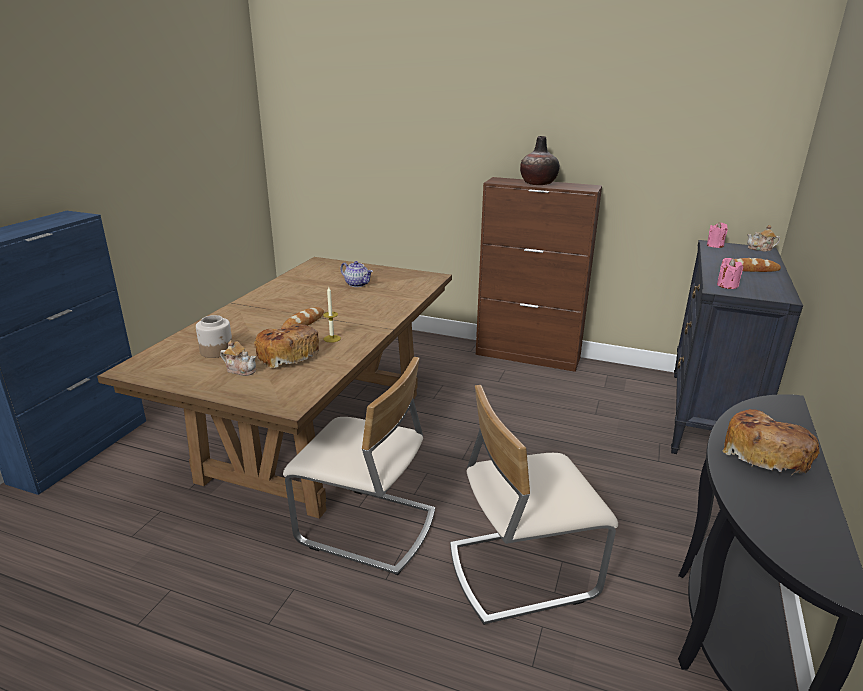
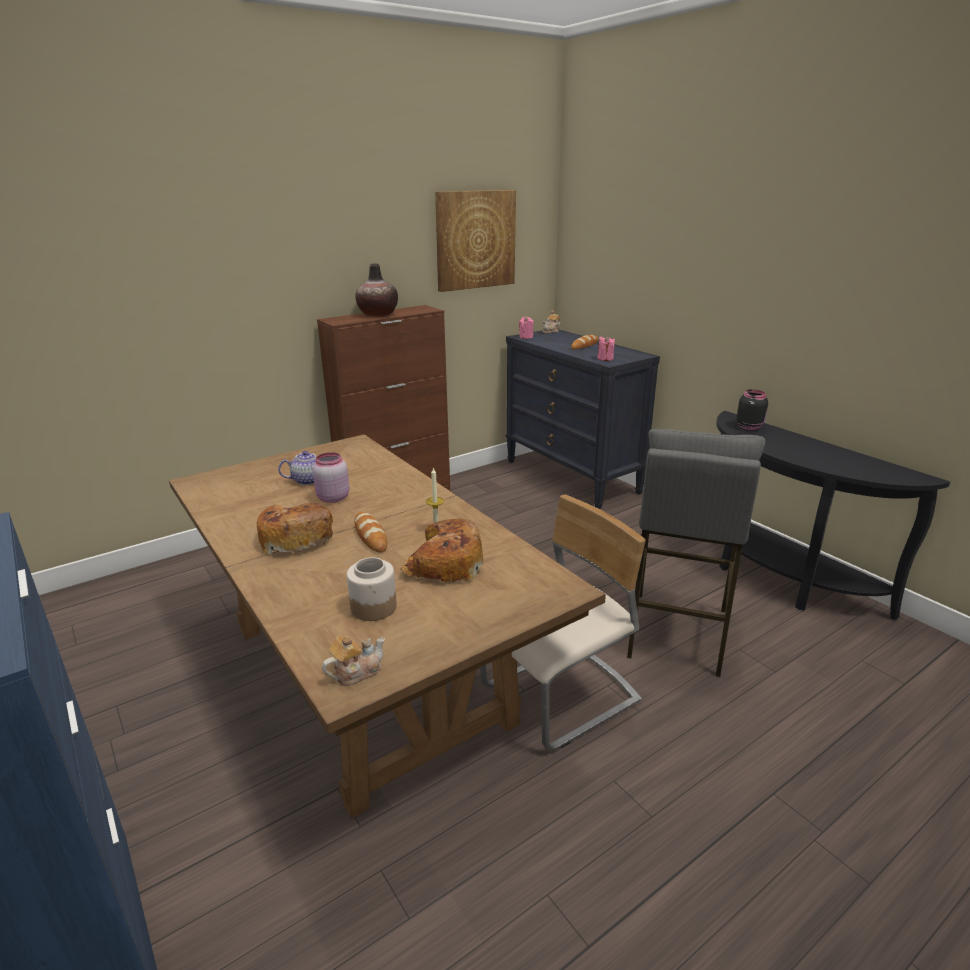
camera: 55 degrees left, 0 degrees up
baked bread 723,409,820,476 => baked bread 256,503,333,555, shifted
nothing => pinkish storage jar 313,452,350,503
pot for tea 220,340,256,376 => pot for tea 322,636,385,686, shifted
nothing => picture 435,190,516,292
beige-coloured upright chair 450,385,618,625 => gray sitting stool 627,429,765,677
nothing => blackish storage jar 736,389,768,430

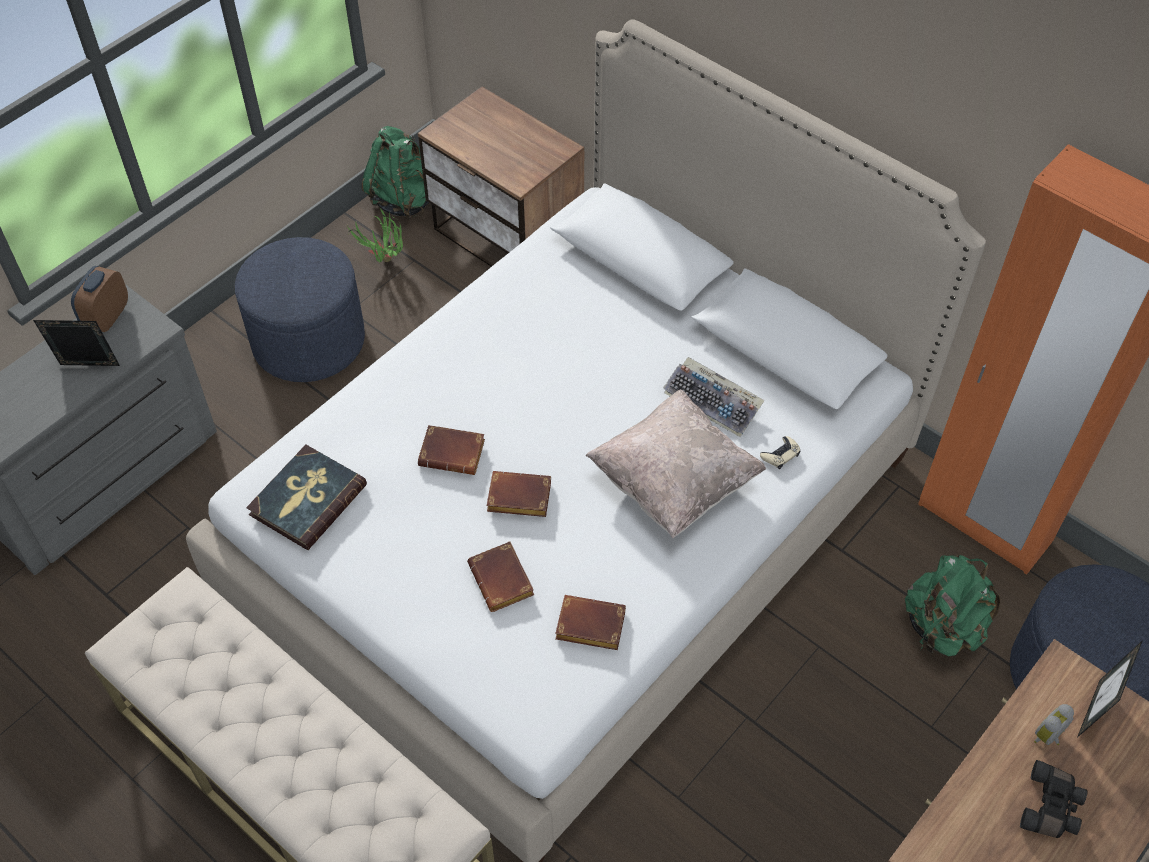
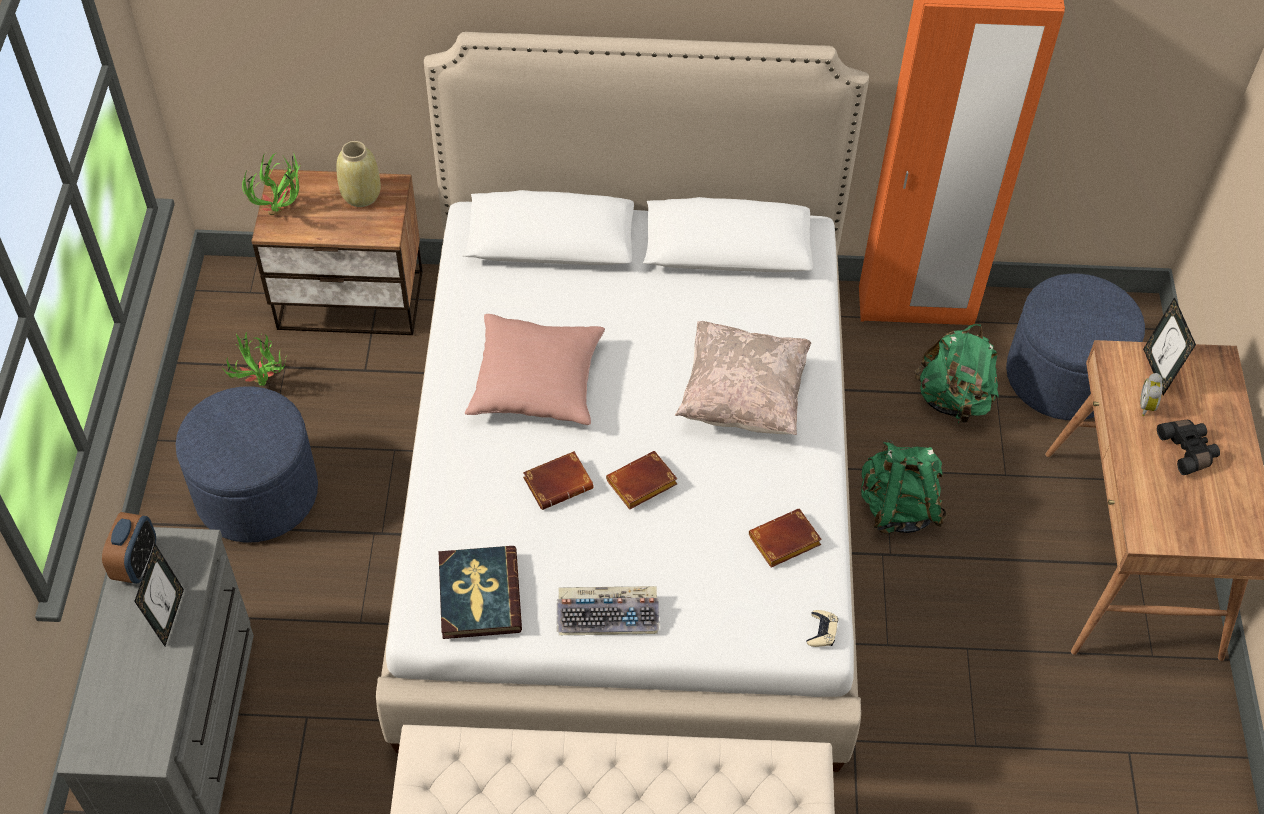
camera: 40 degrees left, 0 degrees up
bedside clock 71,266,128,332 => bedside clock 102,512,156,584, 150 degrees counterclockwise
standing frame 33,320,120,366 => standing frame 134,543,184,646, 135 degrees clockwise
nothing => plant in a pot 242,152,301,215
nothing => beige-coloured flower vase 337,141,381,207
nothing => pinkish cushion 465,314,605,425
computer keyboard 663,357,765,437 => computer keyboard 557,586,659,635, shifted
beige-coloured gamepad 760,436,800,469 => beige-coloured gamepad 807,610,838,647, shifted
green rucksack 362,126,429,219 => green rucksack 861,440,947,534, shifted
brown book 467,542,534,612 => nothing

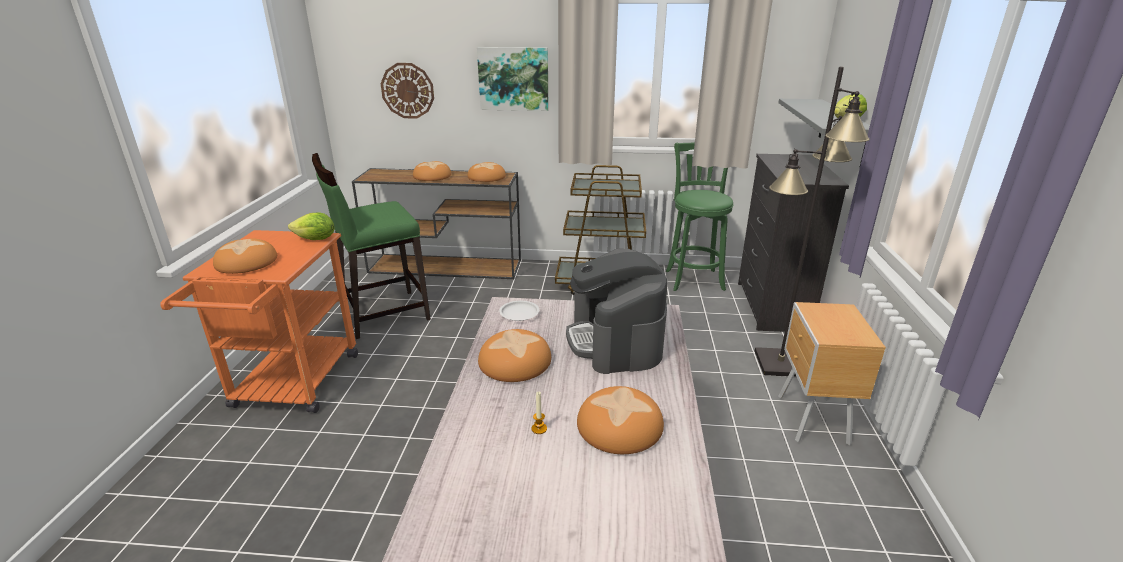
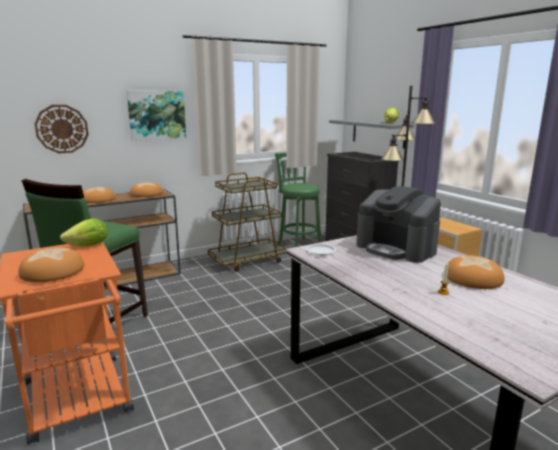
camera: 35 degrees left, 10 degrees down
baked bread 478,329,551,382 => nothing

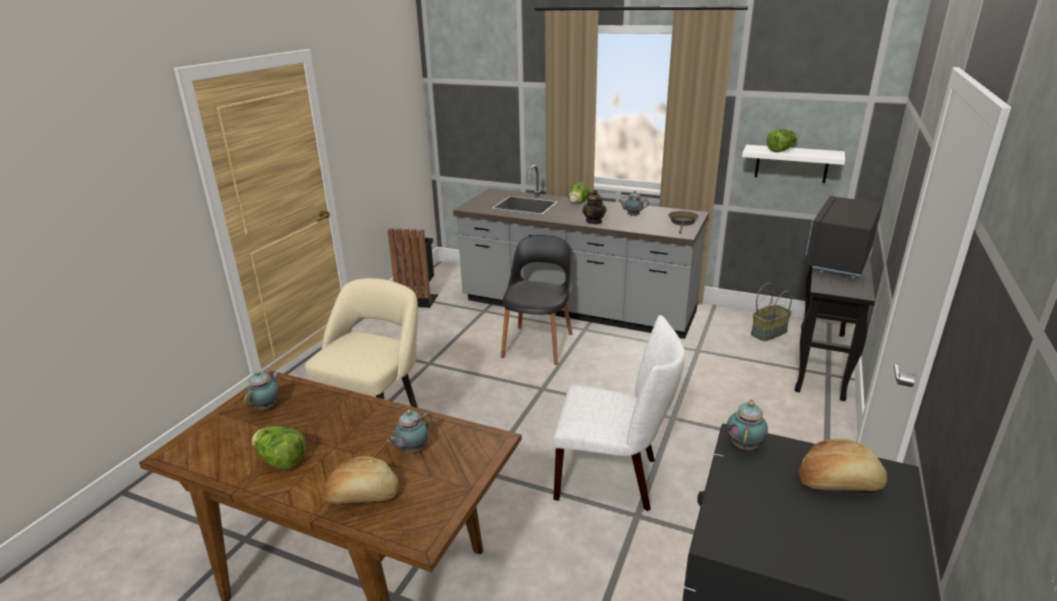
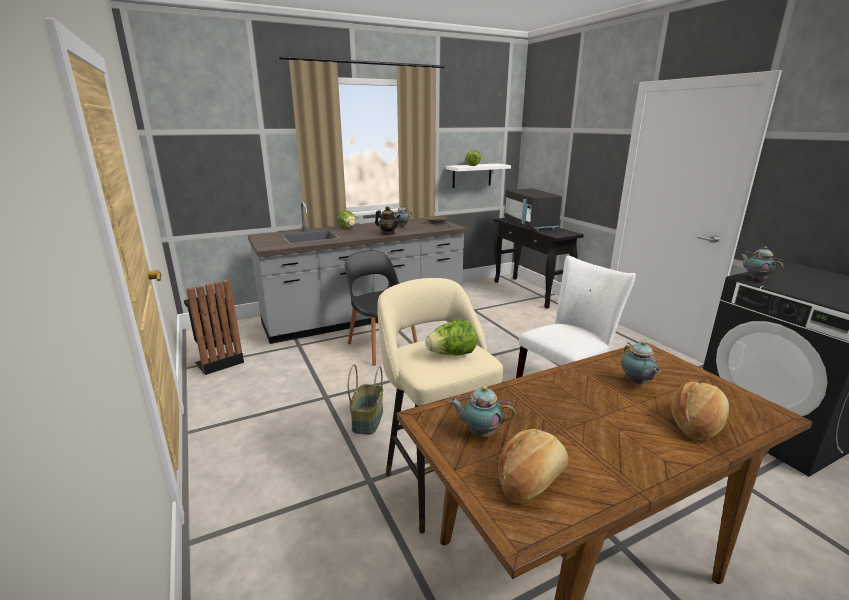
camera: 50 degrees left, 5 degrees down
basket 751,283,792,341 => basket 348,365,383,435, shifted
lettuce 252,426,306,471 => lettuce 425,319,477,355, shifted
pot for tea 244,370,279,410 => pot for tea 449,386,516,437, 45 degrees counterclockwise
baked bread 798,439,887,491 => baked bread 498,429,568,503, shifted

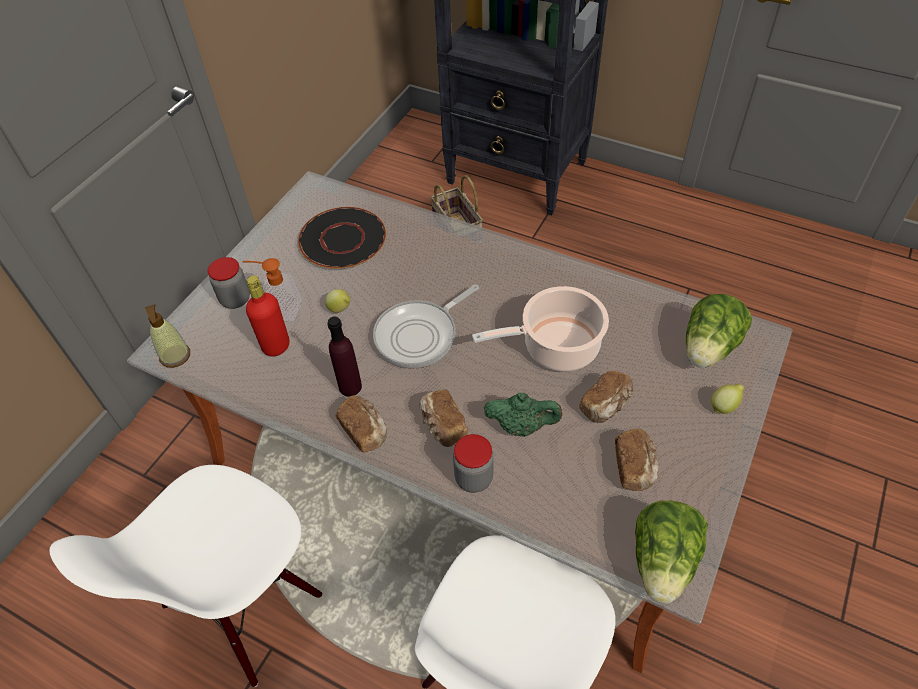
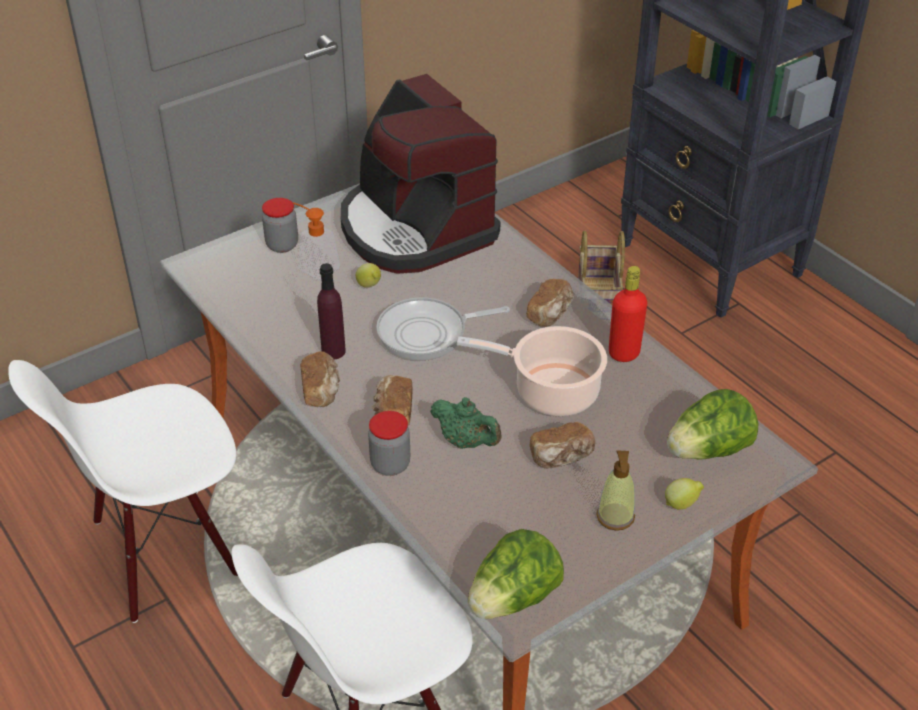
camera: 25 degrees right, 10 degrees down
blackish dinner plate 298,207,386,269 => coffee maker 341,74,501,274
baked bread 615,428,659,491 => baked bread 526,279,573,327, shifted
soap bottle 145,304,190,368 => soap bottle 596,450,635,531, shifted
reddish beverage bottle 246,275,289,356 => reddish beverage bottle 609,266,647,362, shifted

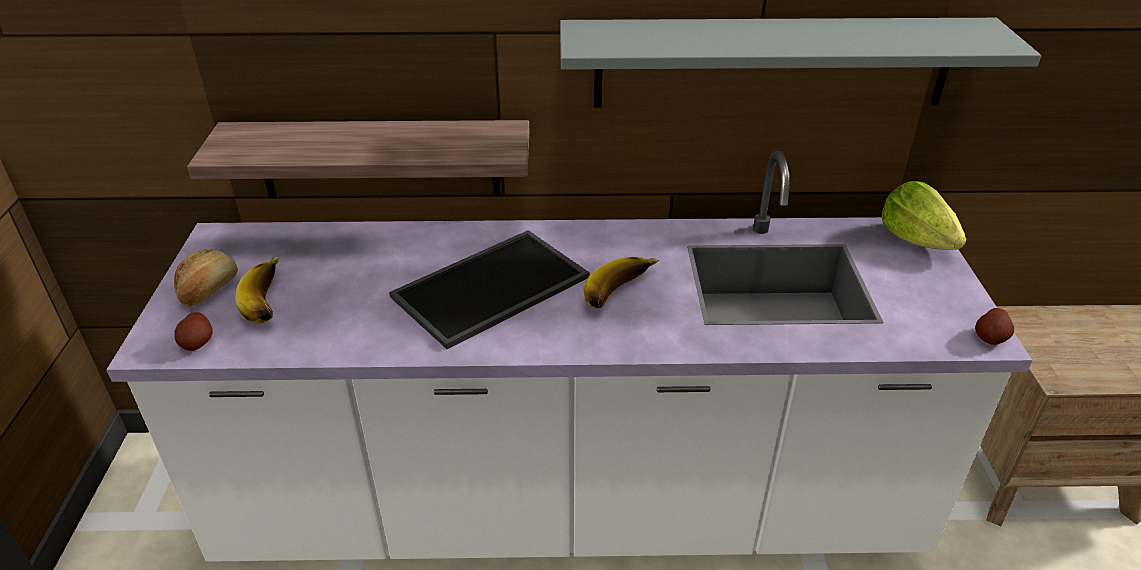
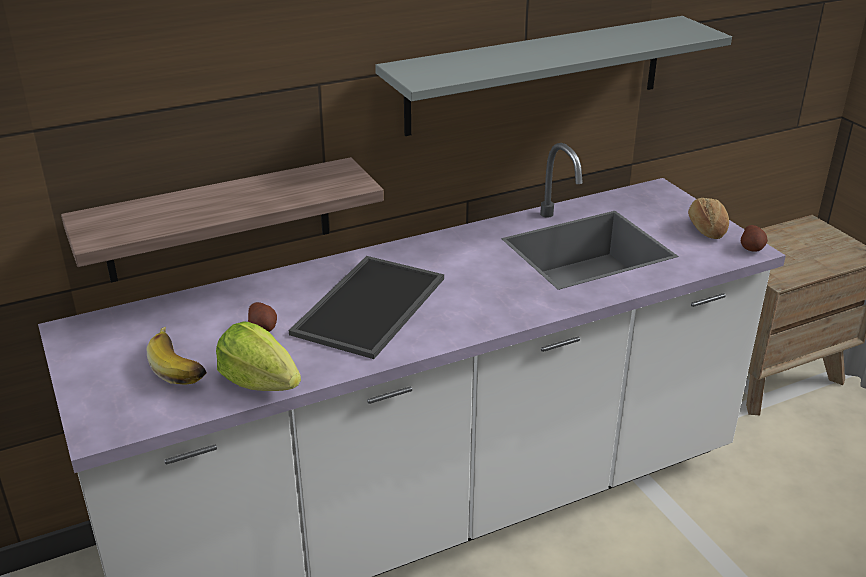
camera: 25 degrees left, 5 degrees down
lettuce 882,181,967,250 => lettuce 216,321,301,391, shifted
whole potato 174,312,213,351 => whole potato 248,302,277,332, shifted
baked bread 174,249,238,307 => baked bread 688,198,729,239, shifted
whole banana 583,257,659,308 => nothing

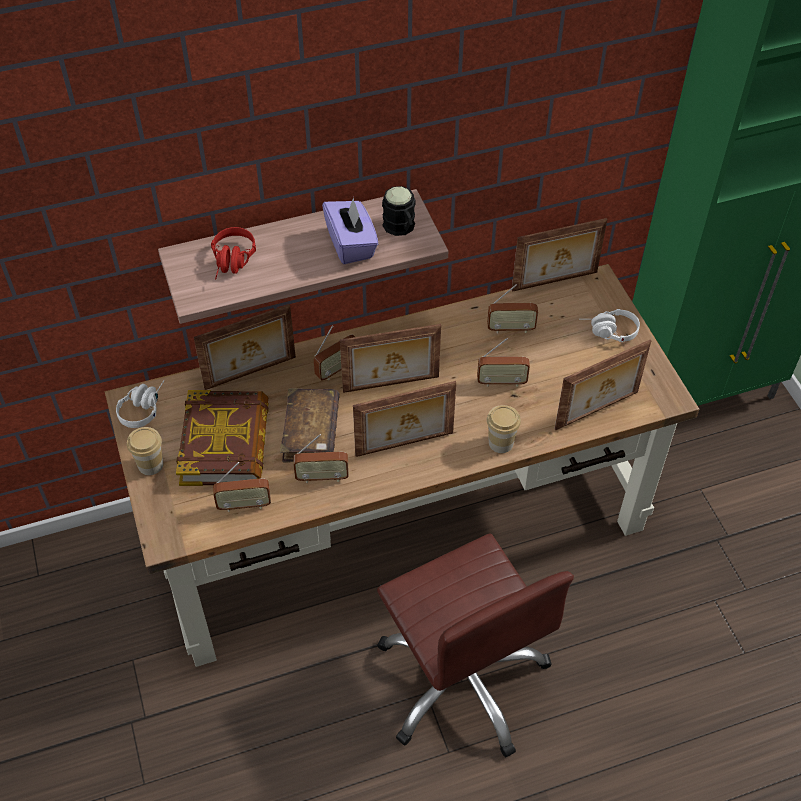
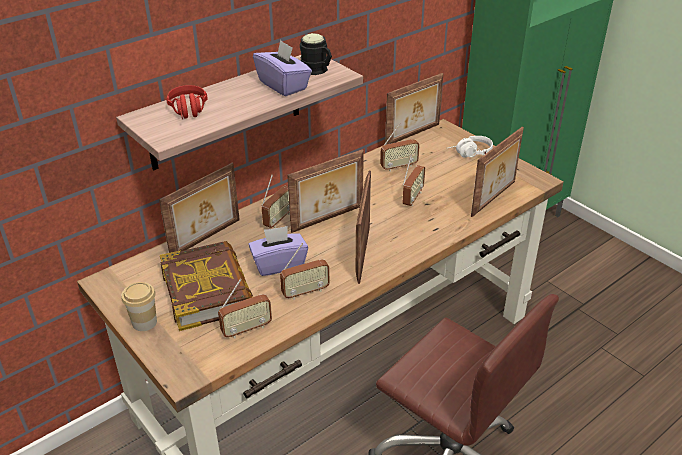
camera: 20 degrees left, 15 degrees down
brown book 280,388,340,463 => purple-coloured tissue box 249,226,308,276
standing frame 353,381,456,457 => standing frame 356,171,371,284, 135 degrees clockwise
radio set 477,338,530,387 => radio set 402,154,425,206, 45 degrees counterclockwise
white headset 116,380,164,428 => nothing
small cup 487,405,521,453 => nothing

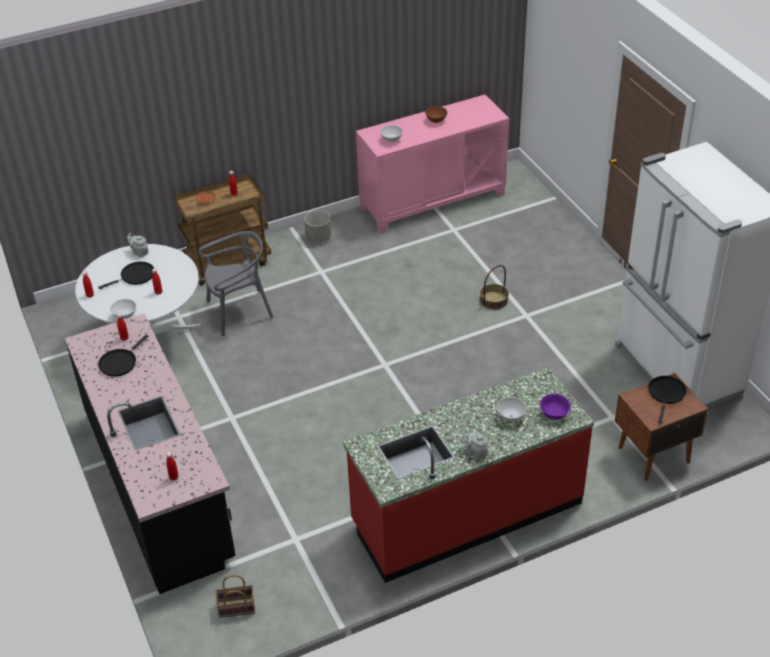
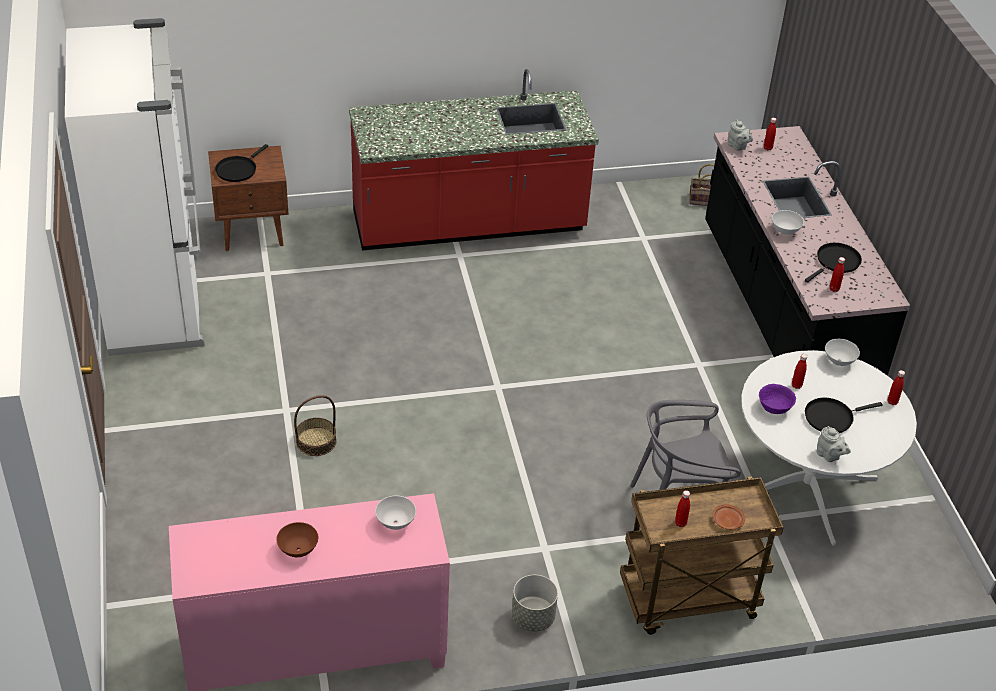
camera: 170 degrees left, 0 degrees up
gray pot for tea 462,429,488,460 => gray pot for tea 728,120,753,151, shifted
purple-coloured deep dish 540,394,571,420 => purple-coloured deep dish 759,384,796,414, shifted
white deep dish 497,397,527,421 => white deep dish 772,210,804,235, shifted

